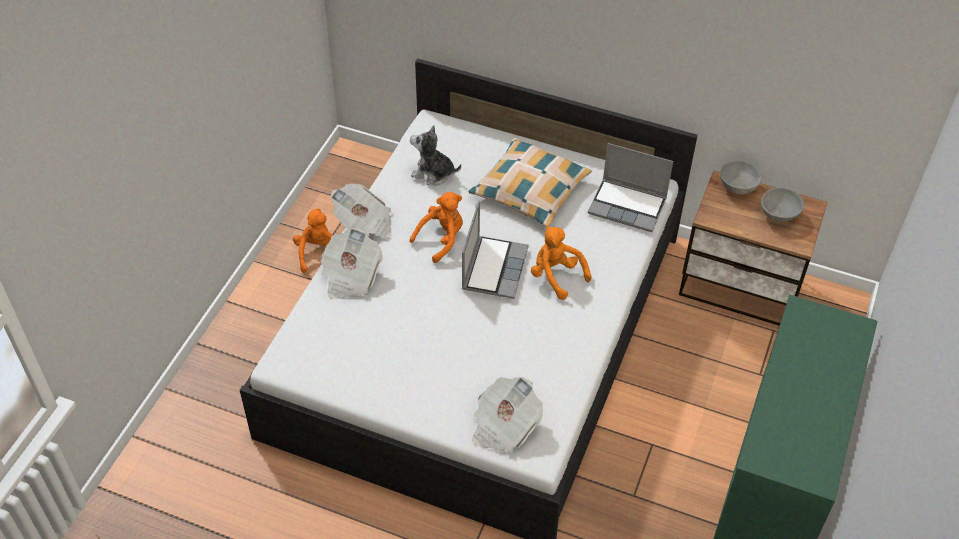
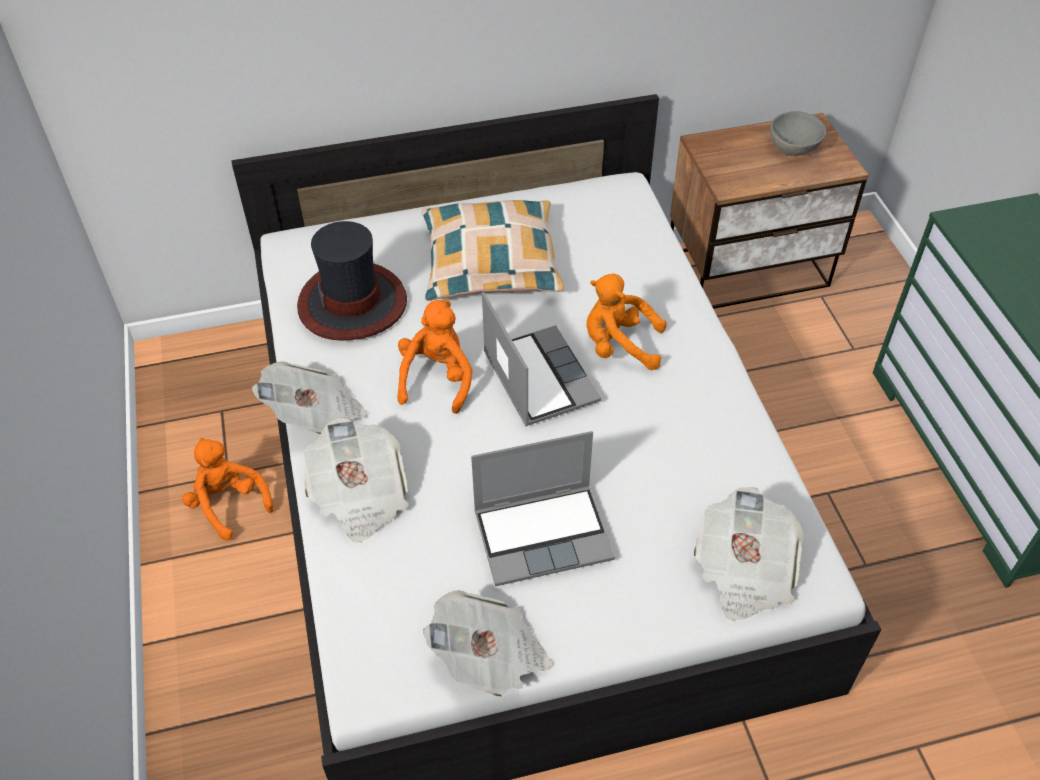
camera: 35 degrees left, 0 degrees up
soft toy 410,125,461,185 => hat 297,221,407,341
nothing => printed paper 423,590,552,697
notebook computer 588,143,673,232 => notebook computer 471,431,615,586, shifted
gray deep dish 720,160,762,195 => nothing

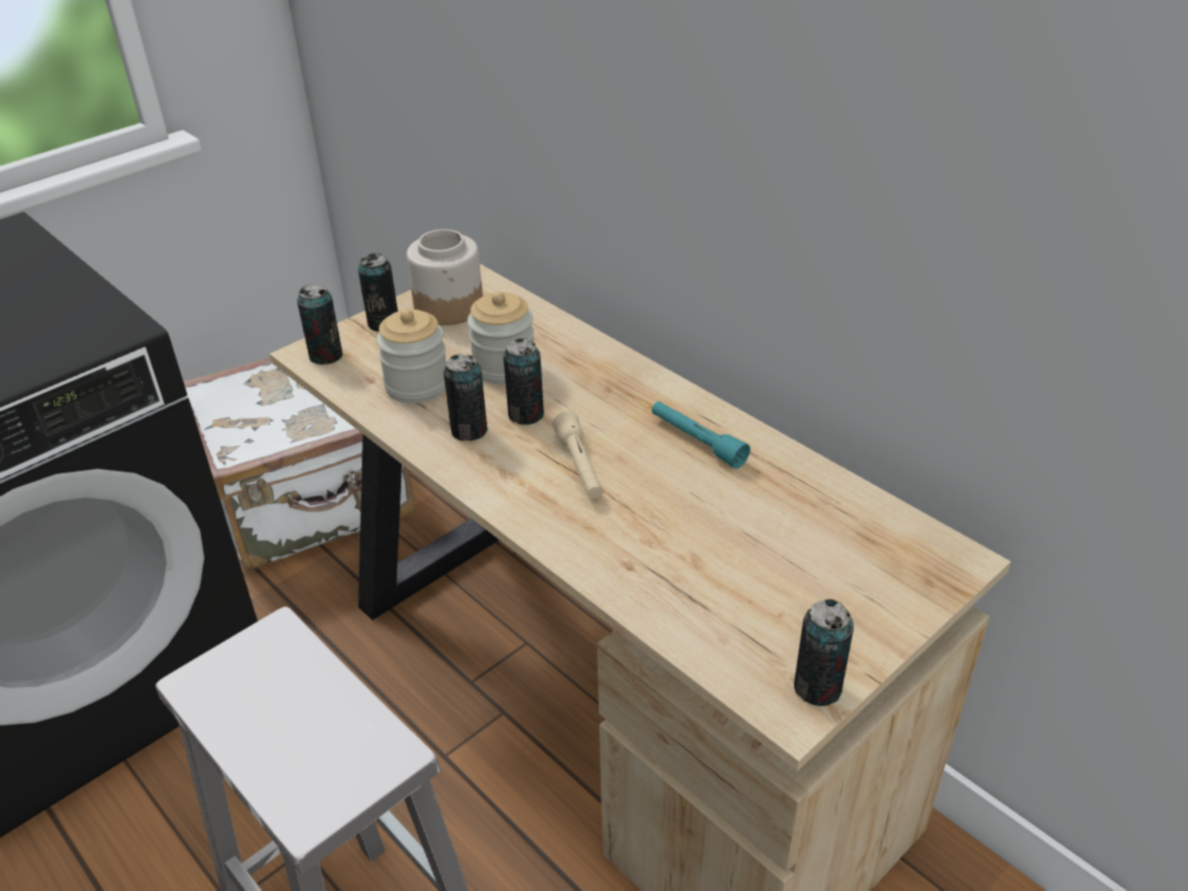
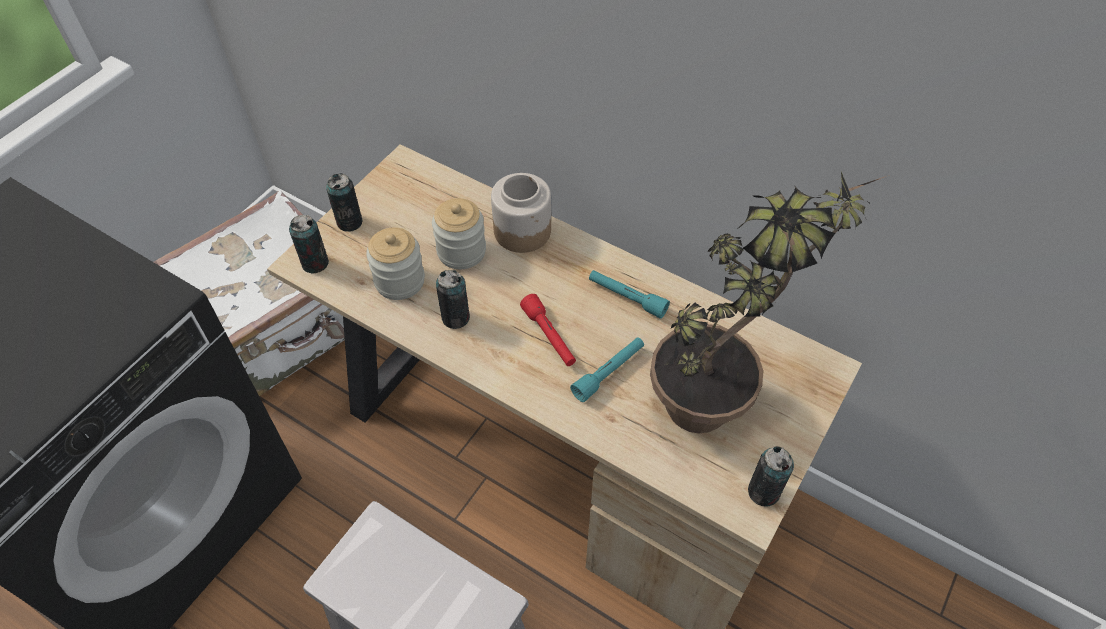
camera: 15 degrees left, 15 degrees up
storage jar 407,229,483,325 => storage jar 491,173,551,253, shifted
beige-coloured torch 553,412,602,499 => reddish torch 520,294,576,366
nothing => turquoise torch 570,337,644,402
nothing => plant in a pot 650,172,889,433
sealed can 503,338,544,425 => nothing

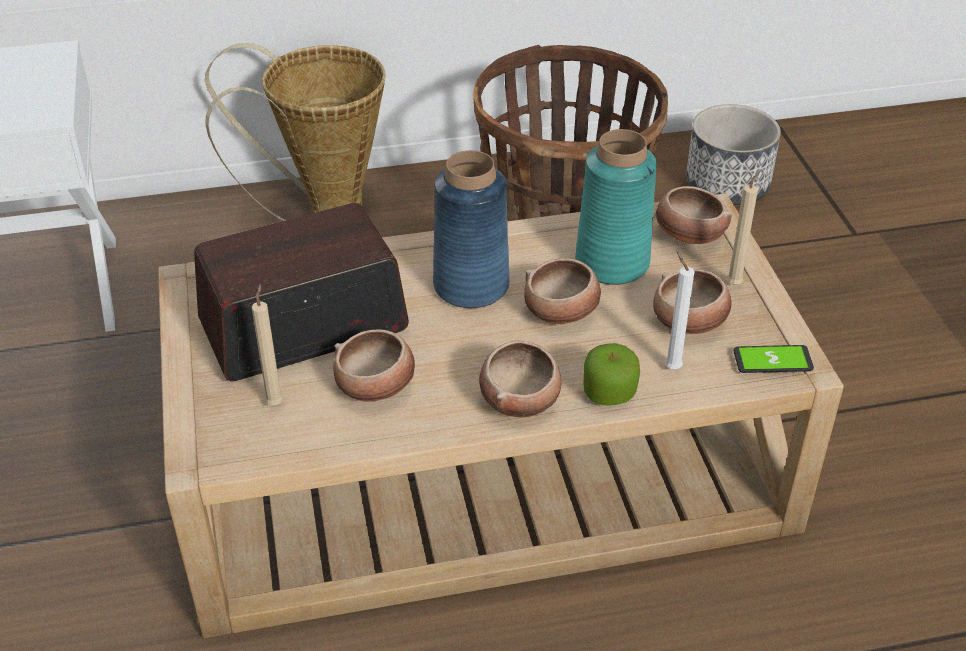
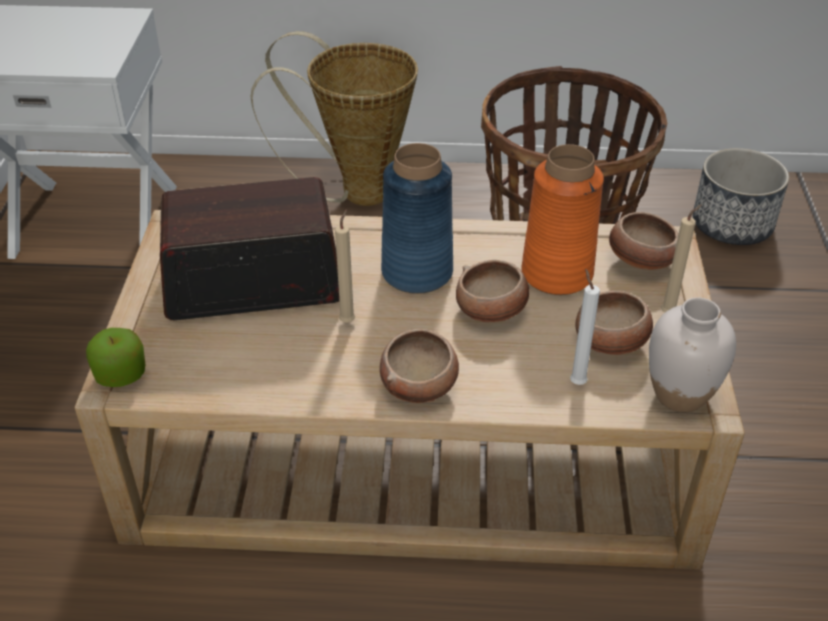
camera: 15 degrees right, 0 degrees up
whole apple 583,343,640,406 => whole apple 86,328,145,387, shifted
beige-coloured wax candle 252,284,283,405 => beige-coloured wax candle 335,209,355,322, shifted
turquoise flower vase 575,129,657,285 => orangey flower vase 521,144,604,295
phone 733,345,814,373 => white flower vase 649,298,736,412
deep dish 334,329,415,402 => nothing

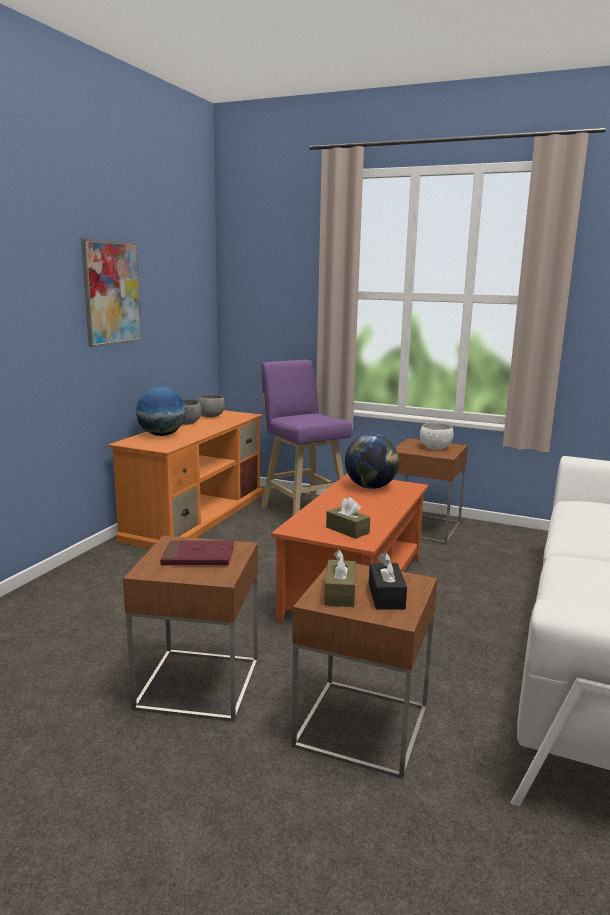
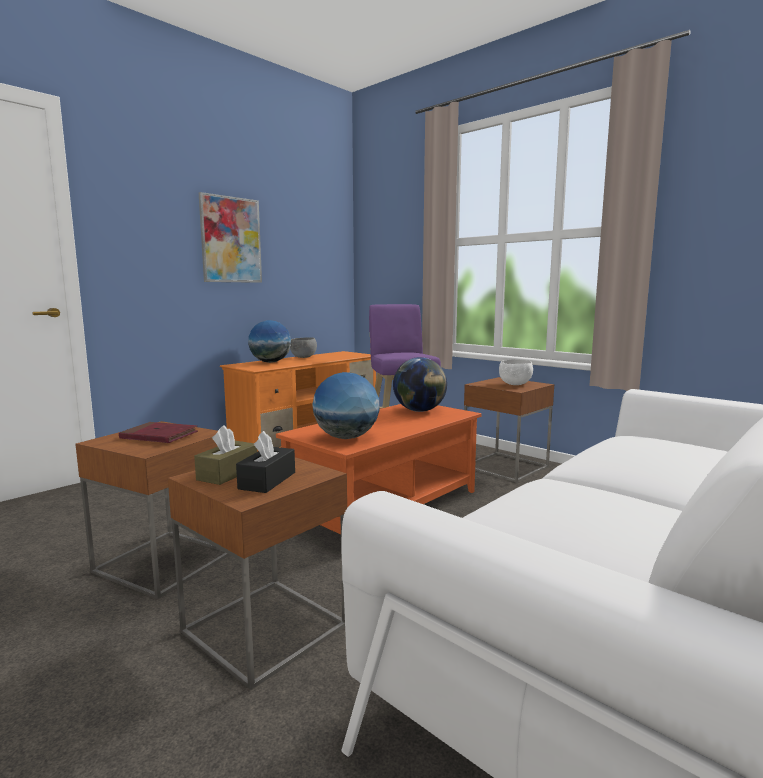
camera: 20 degrees right, 5 degrees down
brown tissue box 326,497,370,539 => globe 312,372,380,439
gray deep dish 196,394,225,418 => nothing

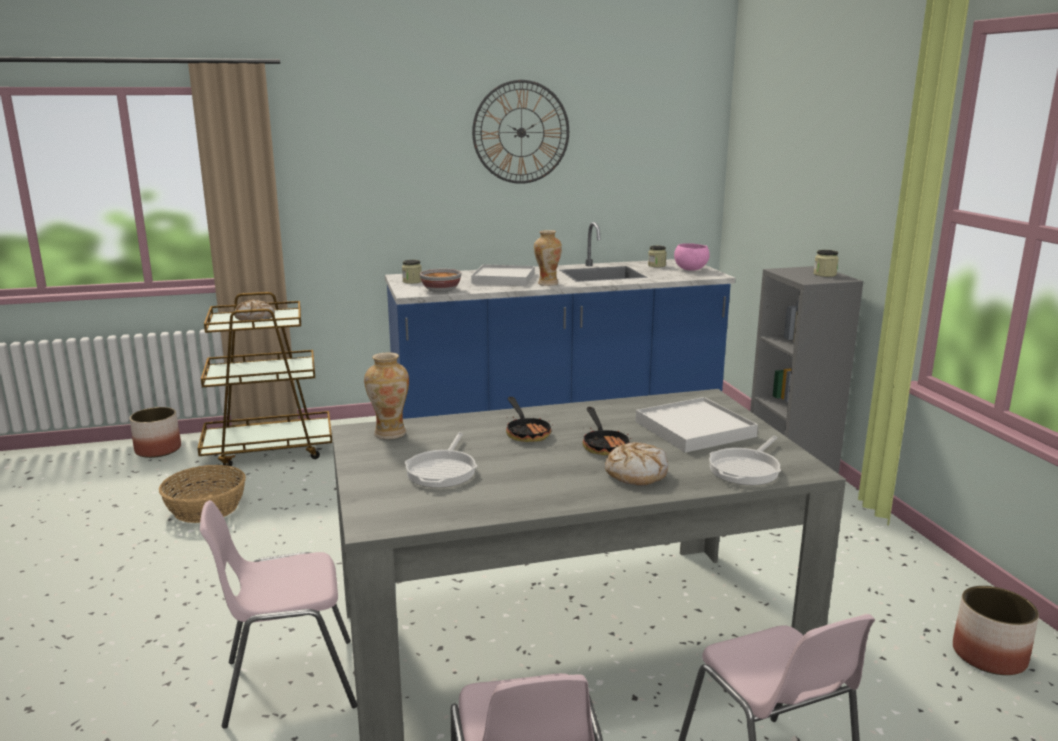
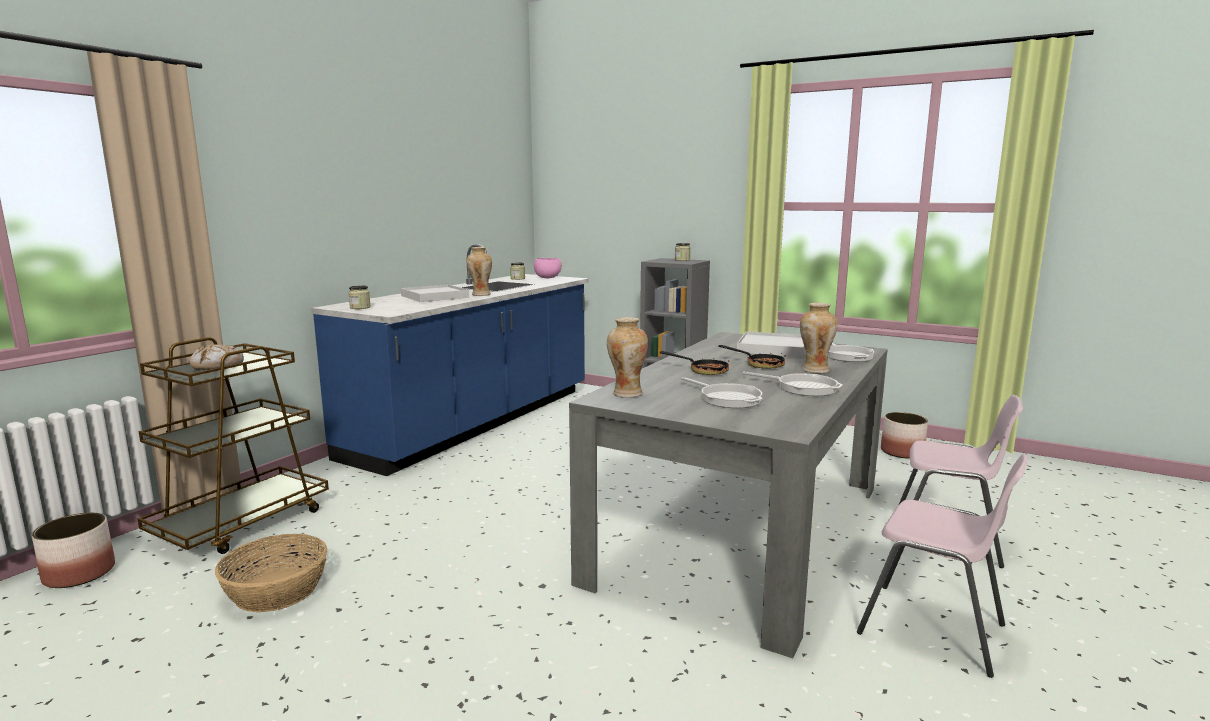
camera: 45 degrees left, 5 degrees down
nothing => frying pan 743,372,843,396
baked bread 605,442,668,486 => flower vase 800,303,838,374
pinkish upright chair 200,500,357,729 => nothing
deep dish 420,269,461,292 => nothing
clock on the wall 472,80,569,184 => nothing

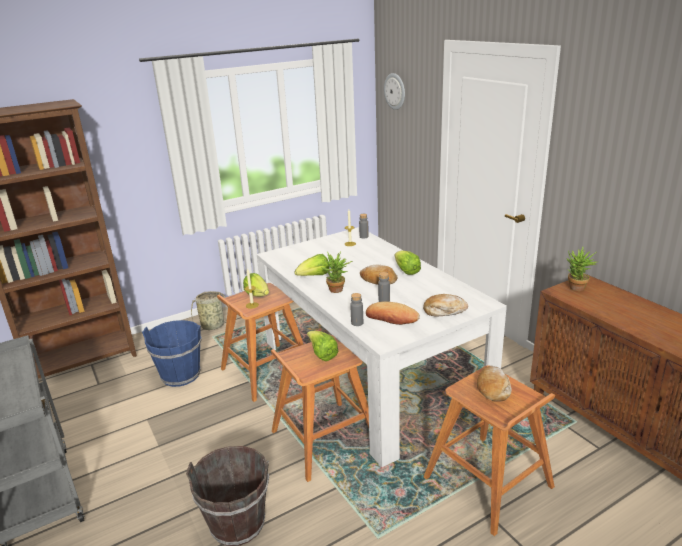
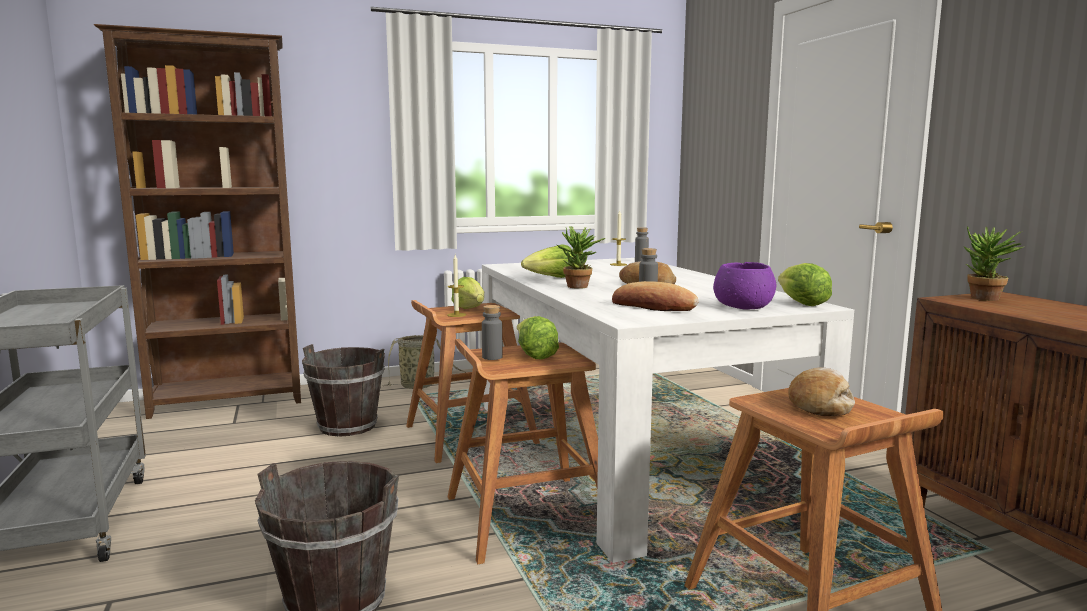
camera: 10 degrees right, 15 degrees down
blue-coloured water bucket 142,320,202,387 => brown water bucket 302,344,385,437
gray beverage bottle 350,293,363,326 => gray beverage bottle 482,305,502,360, shifted
baked bread 423,294,468,316 => purple-coloured deep dish 713,262,776,309
lettuce 395,250,421,275 => lettuce 778,263,832,306, shifted
clock on the wall 384,73,405,110 => nothing

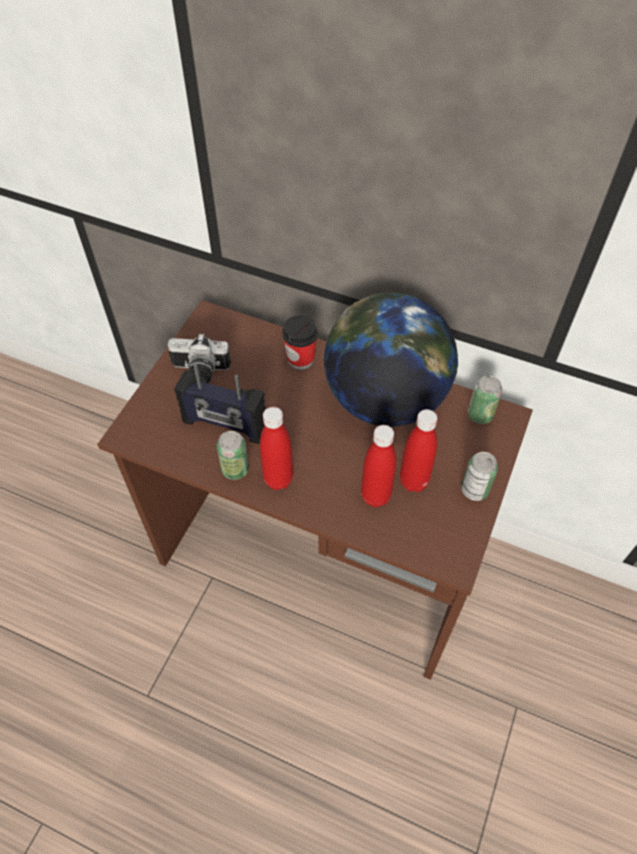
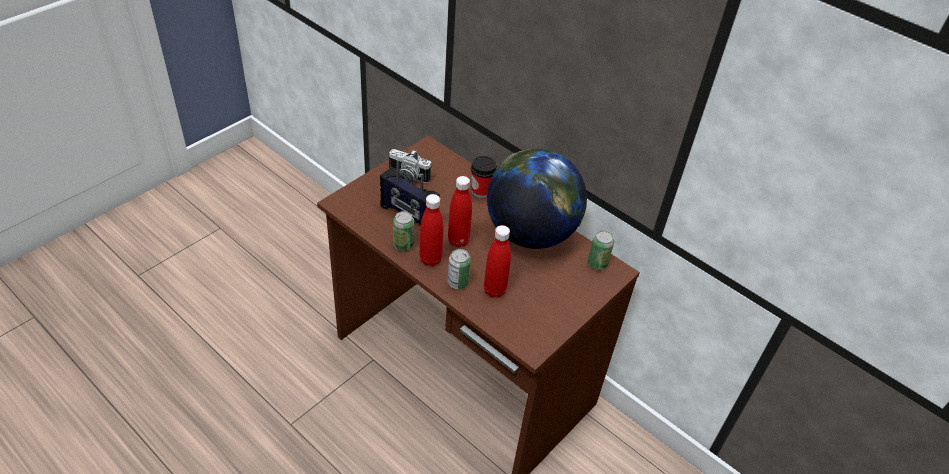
camera: 15 degrees right, 10 degrees down
reddish beverage bottle 400,409,438,492 => reddish beverage bottle 448,176,472,248, shifted
sealed can 461,452,498,501 => sealed can 448,249,471,289, shifted

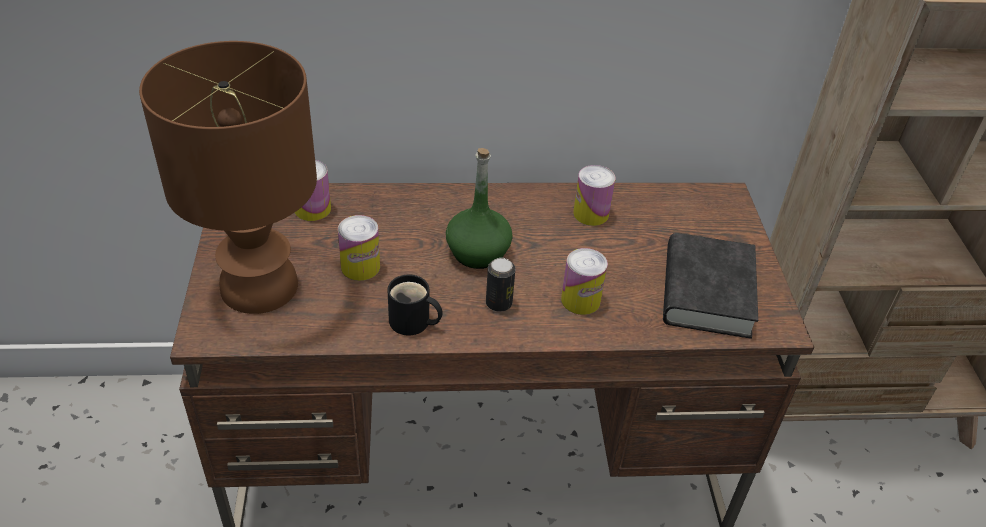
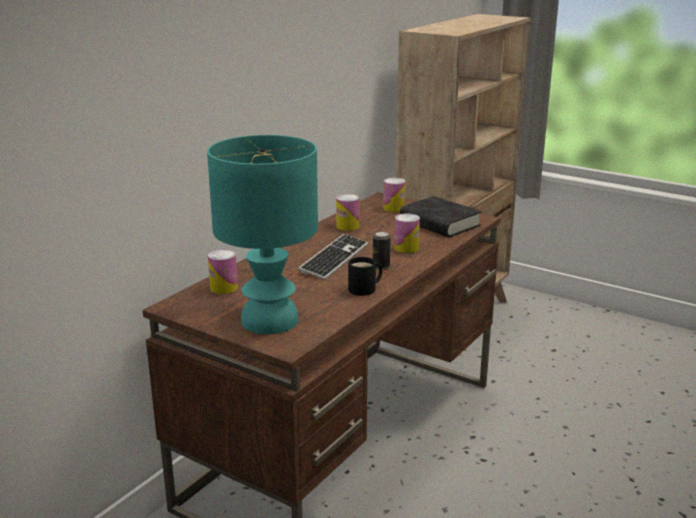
camera: 50 degrees left, 20 degrees down
brown tabletop lamp 139,41,317,314 => turquoise tabletop lamp 207,135,318,334
green beverage bottle 446,148,513,269 => computer keyboard 298,234,368,279
sealed can 338,215,380,281 => sealed can 383,178,406,212, shifted

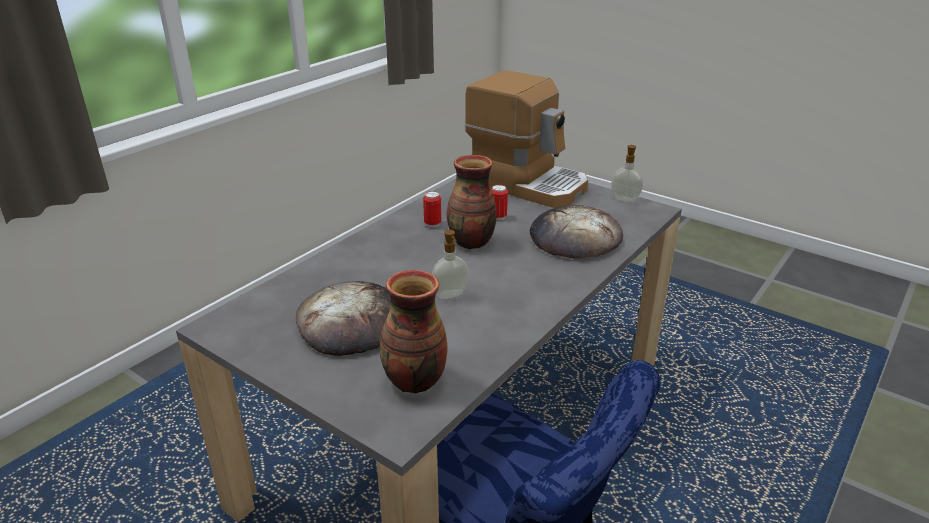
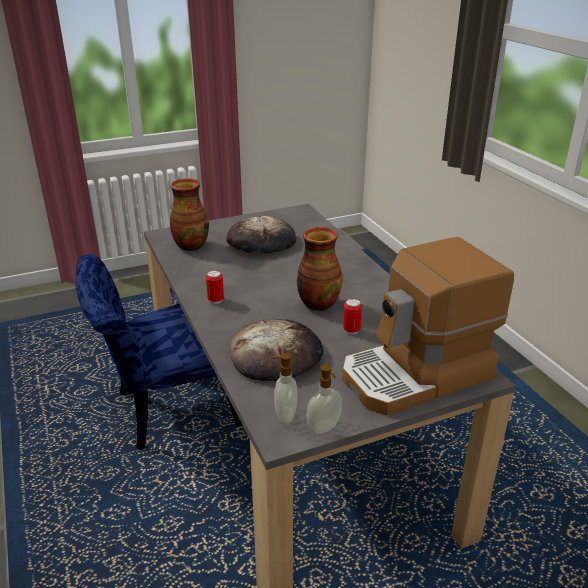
camera: 120 degrees right, 0 degrees up
sealed can 423,191,442,227 => sealed can 206,270,224,304, shifted
soap bottle 432,230,469,299 => soap bottle 271,353,298,423, shifted

